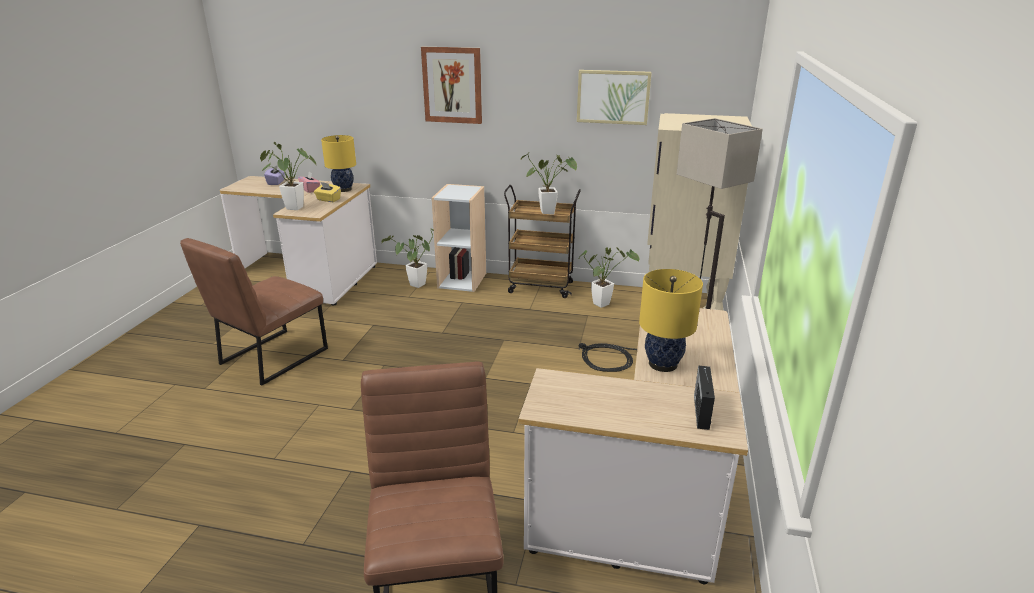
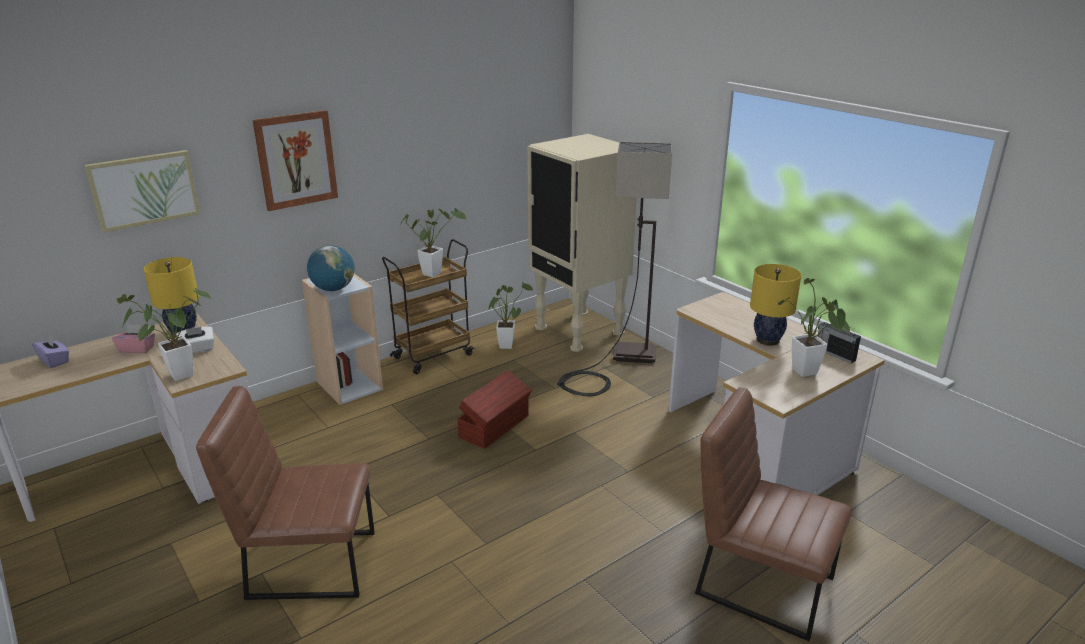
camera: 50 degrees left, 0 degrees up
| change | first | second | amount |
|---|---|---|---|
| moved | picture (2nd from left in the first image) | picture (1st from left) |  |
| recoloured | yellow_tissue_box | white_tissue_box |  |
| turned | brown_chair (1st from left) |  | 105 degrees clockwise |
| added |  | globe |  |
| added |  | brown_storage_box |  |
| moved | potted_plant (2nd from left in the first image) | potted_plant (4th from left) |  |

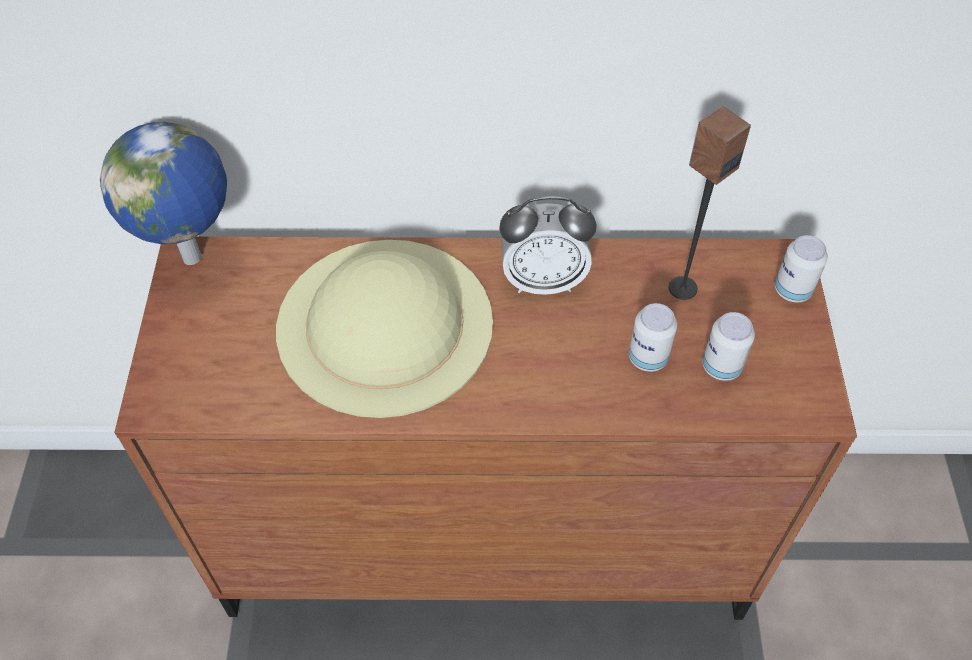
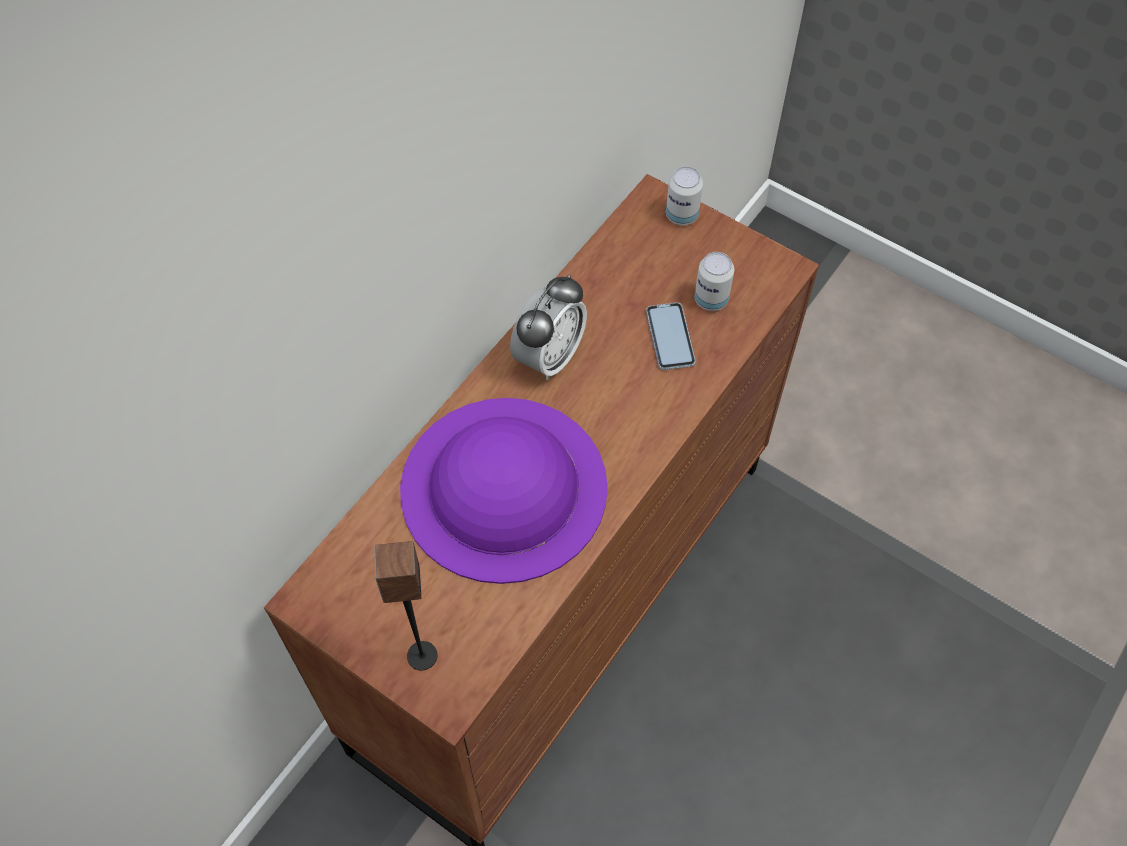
camera: 55 degrees left, 5 degrees up
| change | first | second | amount |
|---|---|---|---|
| moved | speaker |  |  |
| recoloured | beige_hat | purple_hat |  |
| replaced | can (1st from left) | phone |  |
| removed | globe |  |  |

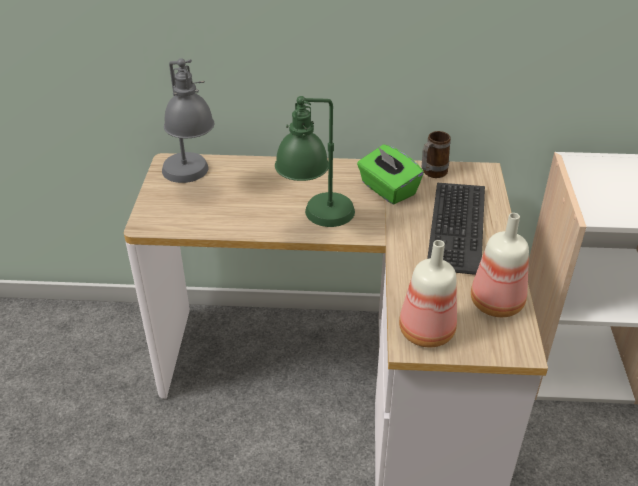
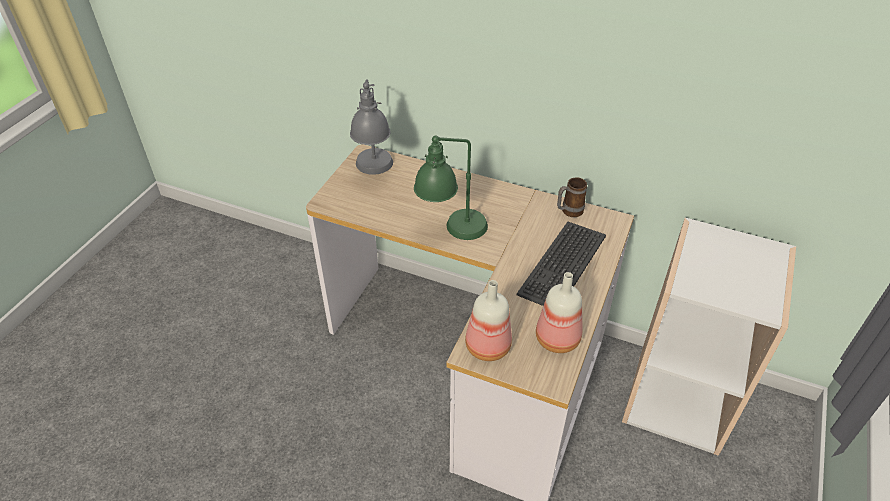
camera: 20 degrees right, 5 degrees up
| change | first | second | amount |
|---|---|---|---|
| removed | green_tissue_box |  |  |

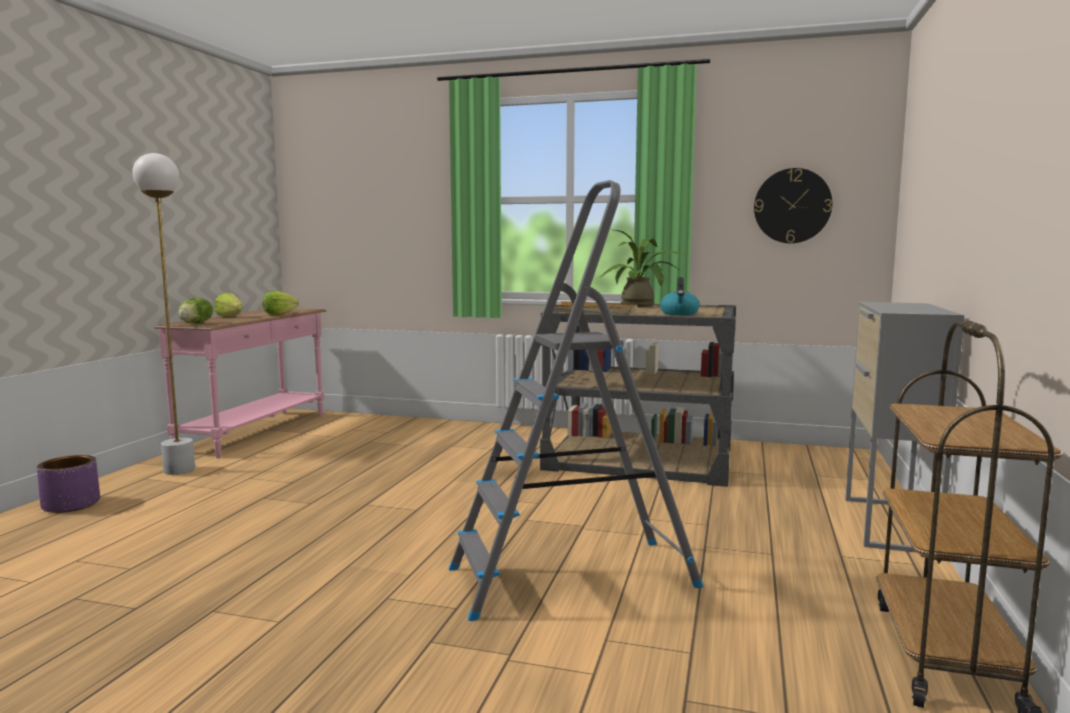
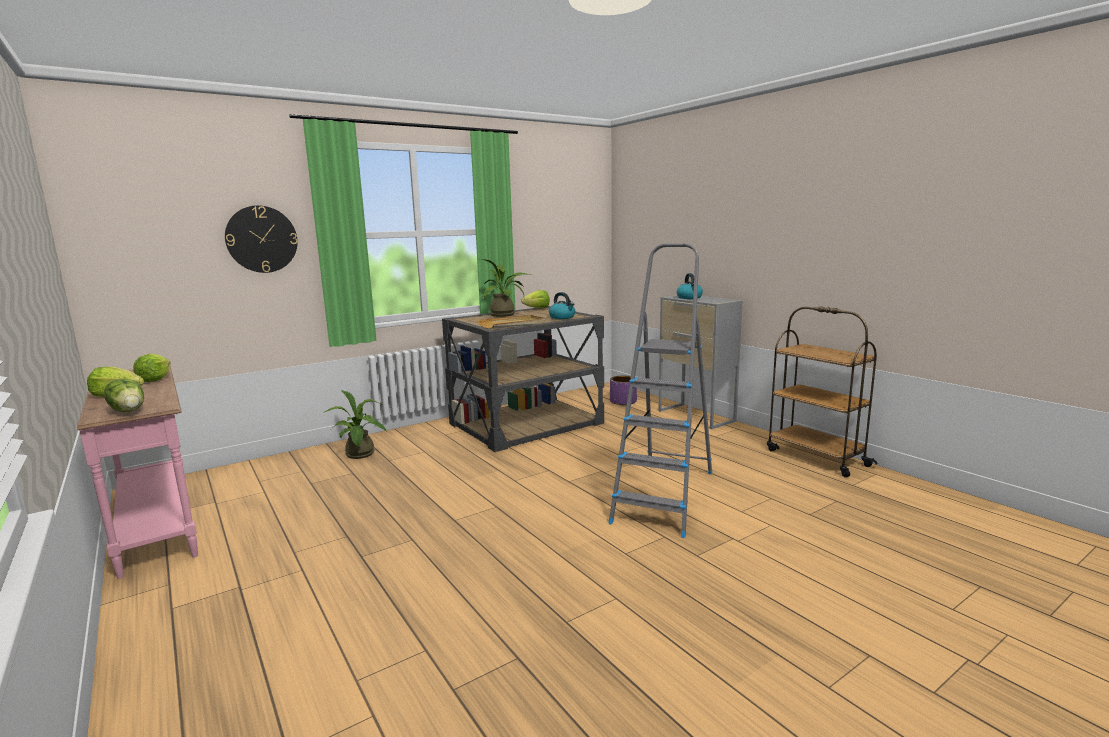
camera: 50 degrees left, 5 degrees up
| change | first | second | amount |
|---|---|---|---|
| moved | wall_clock |  |  |
| added |  | potted_plant (1st from left) |  |
| added |  | lettuce (4th from left) |  |
| moved | purple_planter |  |  |
| added |  | kettle (2nd from left) |  |
| removed | white_floor_lamp |  |  |

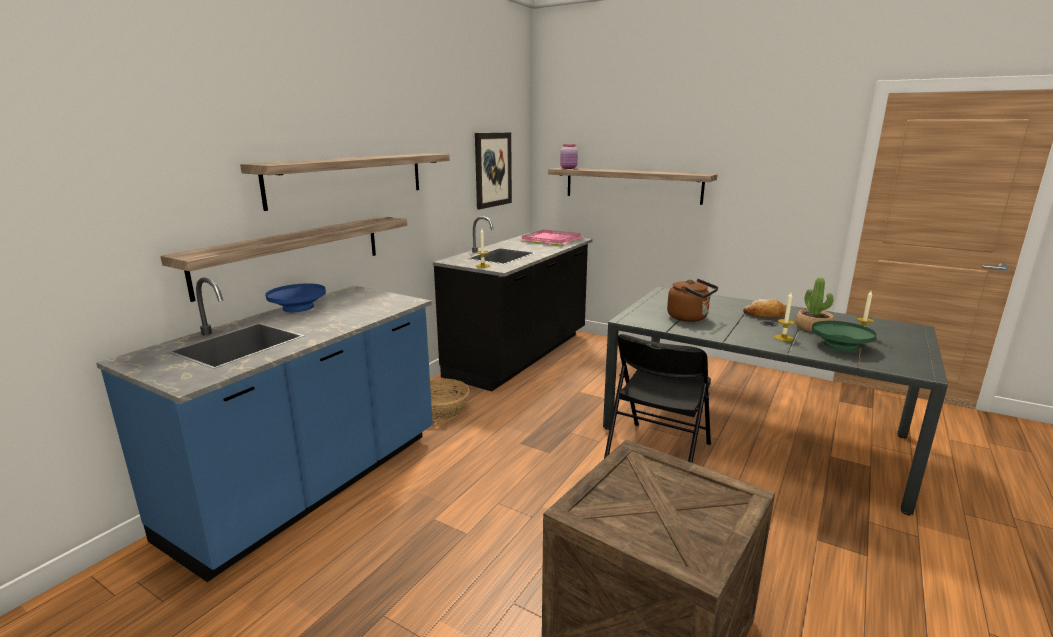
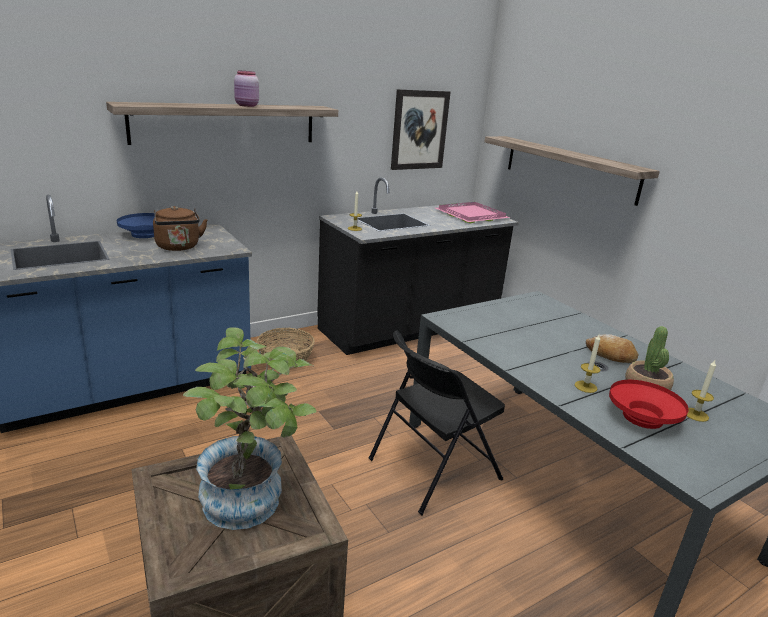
camera: 25 degrees right, 5 degrees up
| change | first | second | amount |
|---|---|---|---|
| moved | brown_kettle |  |  |
| added |  | potted_plant (1st from left) |  |
| moved | pink_jar |  |  |
| recoloured | green_bowl | red_bowl |  |
| removed | shelf (1st from left) |  |  |

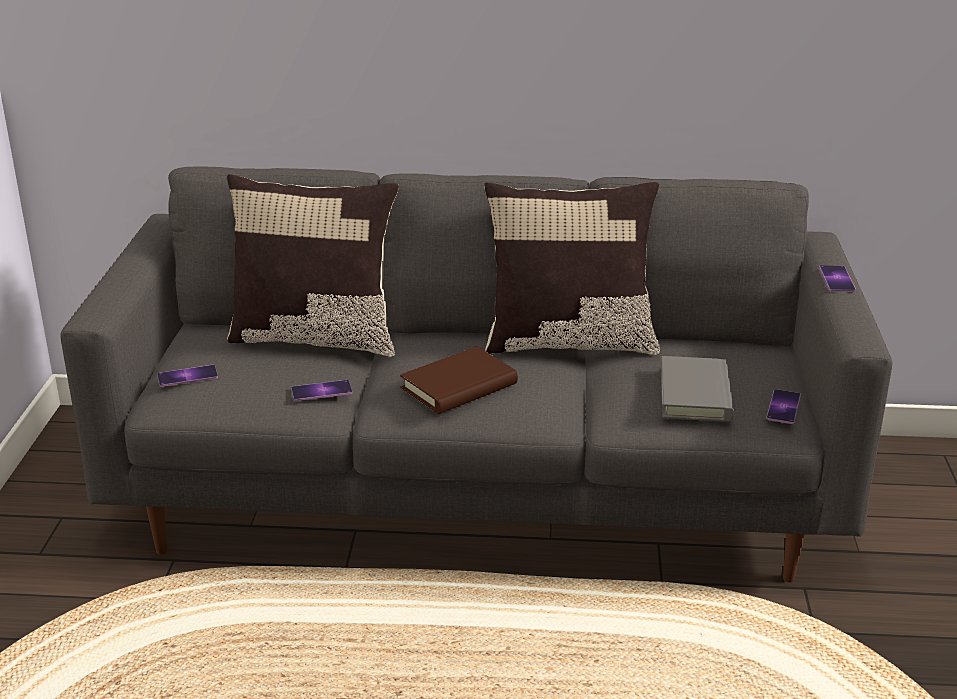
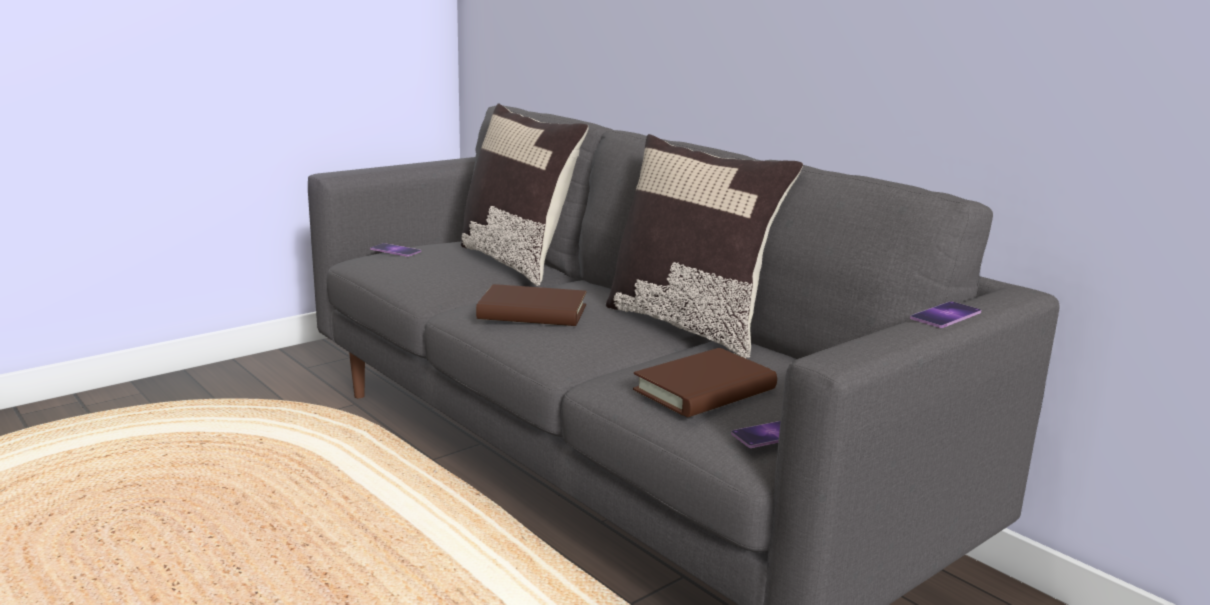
camera: 45 degrees right, 10 degrees down
| change | first | second | amount |
|---|---|---|---|
| recoloured | grey_book | brown_book (2nd from left) |  |
| removed | phone (2nd from left) |  |  |

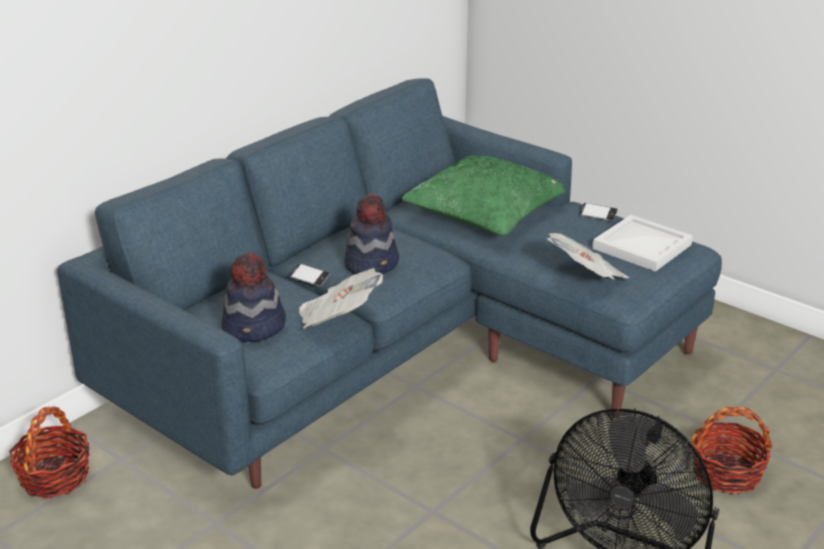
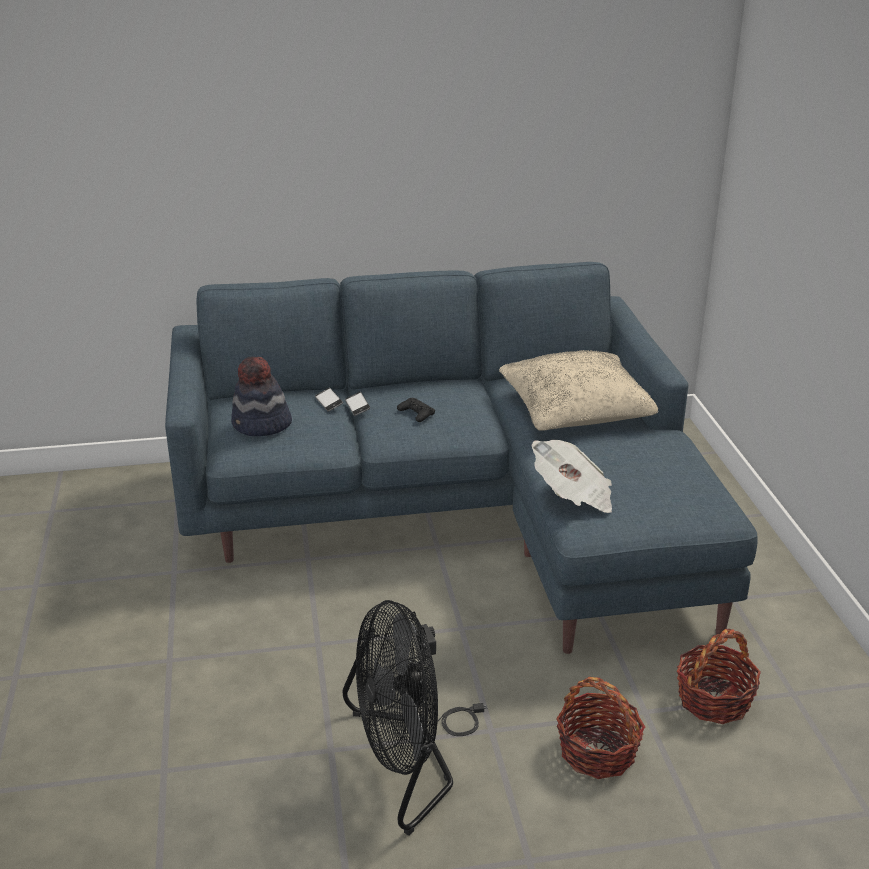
camera: 40 degrees right, 0 degrees up
| change | first | second | amount |
|---|---|---|---|
| moved | phone (2nd from left in the first image) | phone (1st from left) |  |
| replaced | hat (2nd from left) | black_game_controller |  |
| recoloured | green_pillow | beige_pillow |  |
| moved | basket (1st from left in the first image) | basket (2nd from left) |  |
| removed | newspaper (1st from left) |  |  |
| removed | white_tray |  |  |

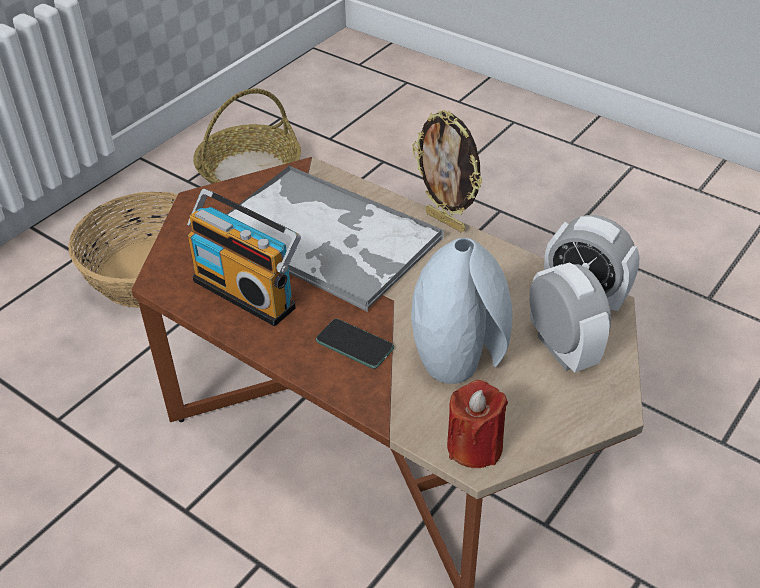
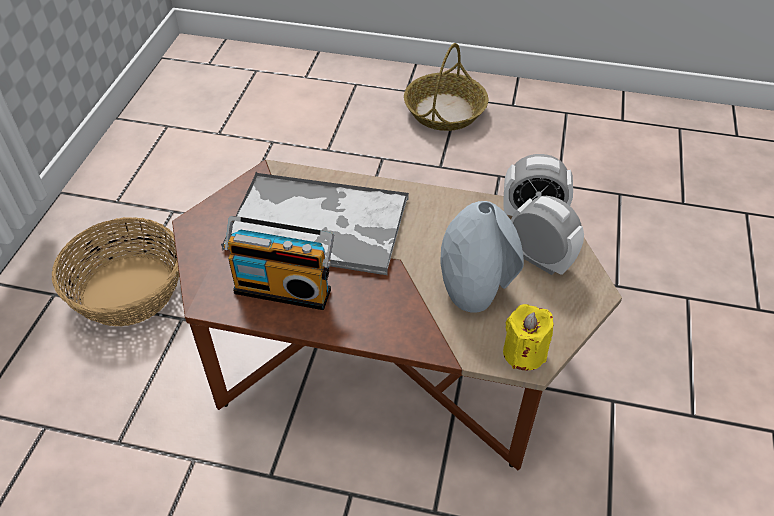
camera: 25 degrees left, 5 degrees up
| change | first | second | amount |
|---|---|---|---|
| moved | basket (2nd from left) |  |  |
| recoloured | red_candle | yellow_candle |  |
| removed | phone |  |  |
| removed | picture_frame |  |  |

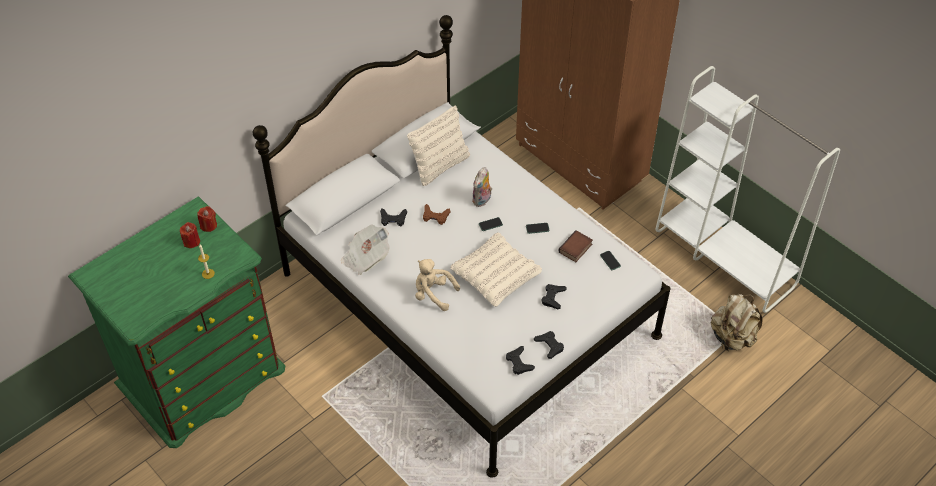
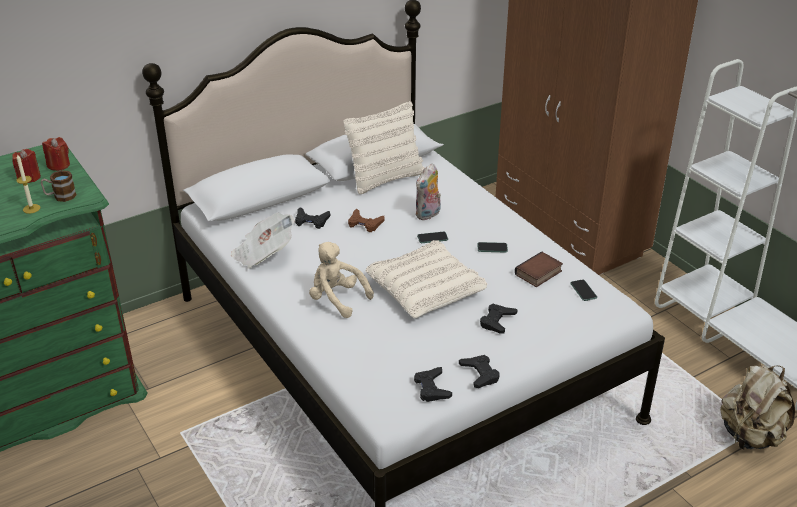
camera: 10 degrees right, 15 degrees down
| change | first | second | amount |
|---|---|---|---|
| added |  | mug |  |

